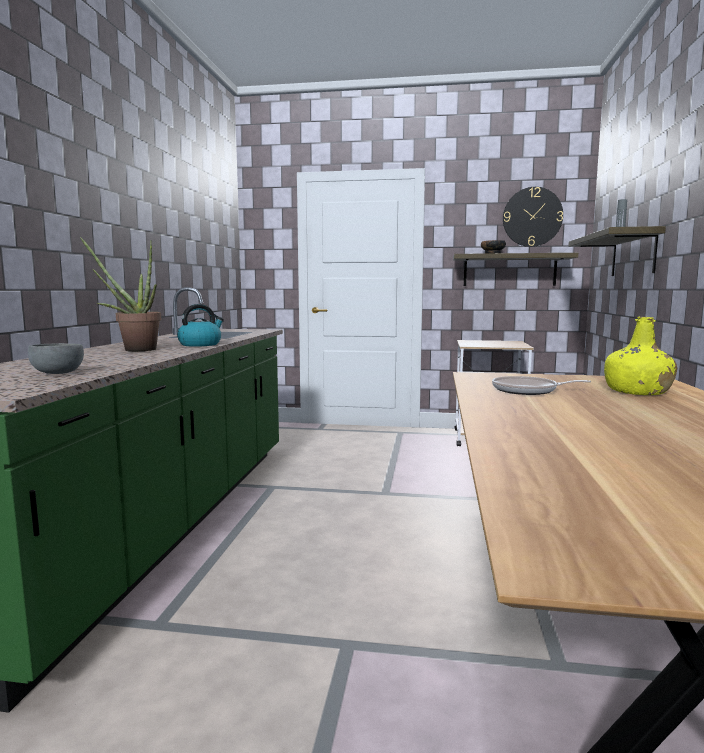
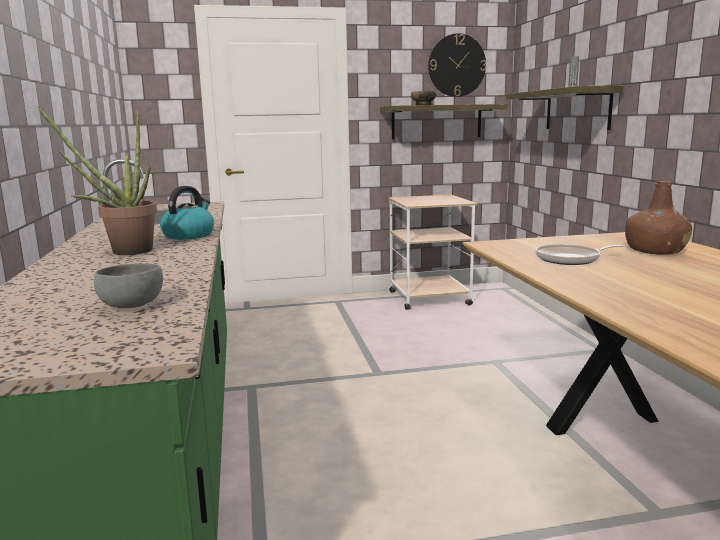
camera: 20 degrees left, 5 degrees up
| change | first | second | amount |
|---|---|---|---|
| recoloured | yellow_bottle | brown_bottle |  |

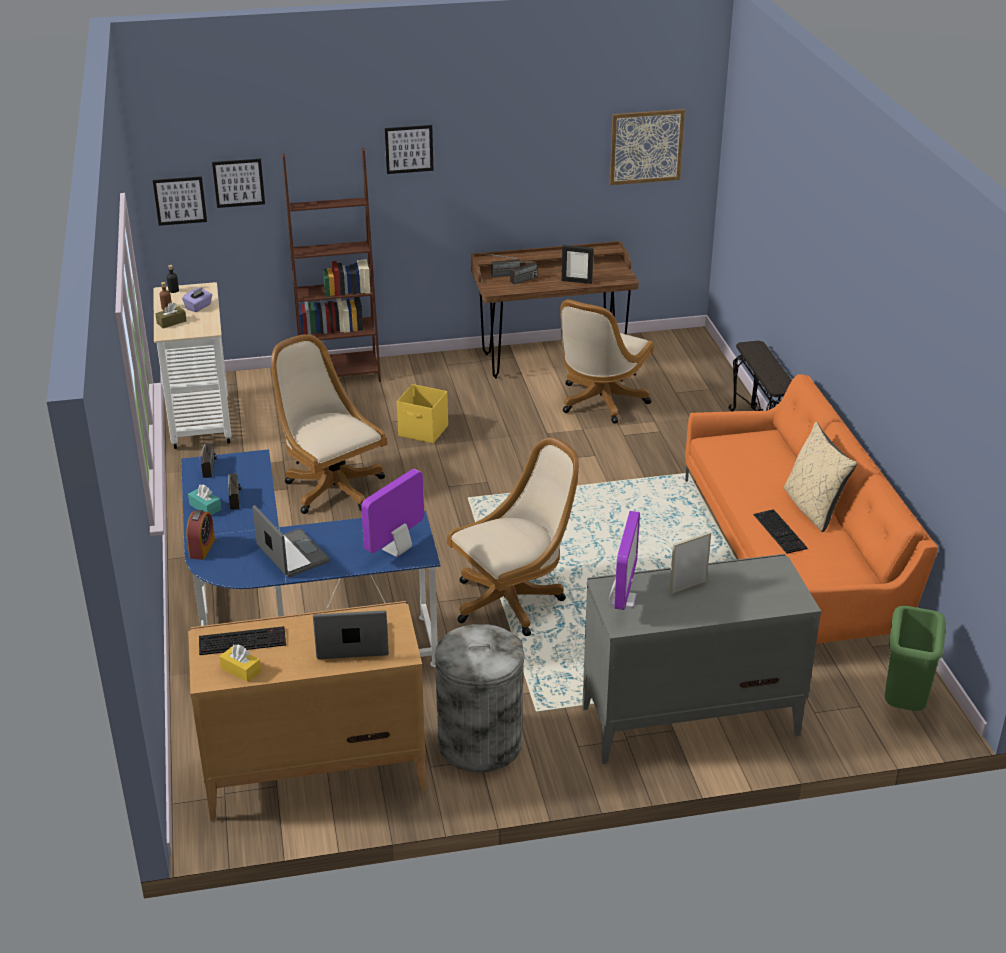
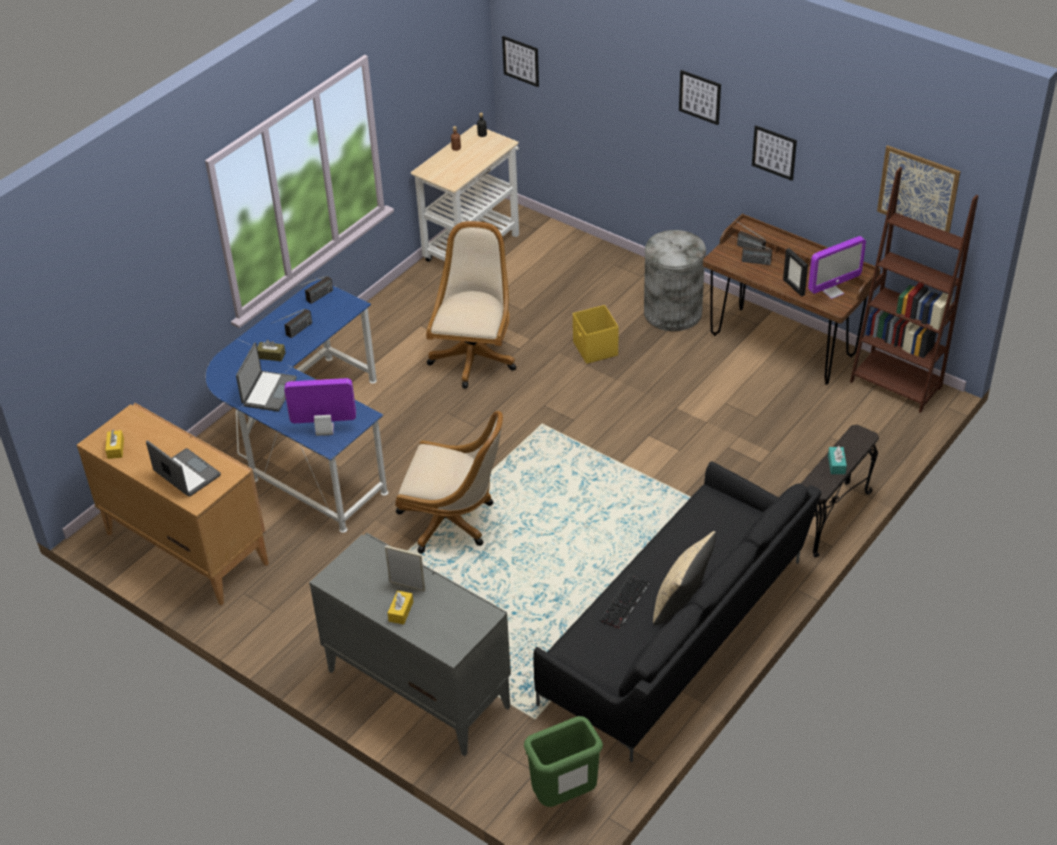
camera: 50 degrees right, 10 degrees up
| change | first | second | amount |
|---|---|---|---|
| moved | brown_tissue_box |  |  |
| added |  | yellow_tissue_box (2nd from left) |  |
| recoloured | orange_sofa | black_sofa |  |
| moved | grey_trash_can |  |  |
| moved | picture (2nd from left in the first image) | picture (3rd from left) |  |
| moved | monitor (2nd from left) |  |  |
| moved | turquoise_tissue_box |  |  |
| moved | brown_bookcase |  |  |
| removed | purple_tissue_box |  |  |
| removed | alarm_clock |  |  |
| removed | keyboard (1st from left) |  |  |
| removed | office_chair (3rd from left) |  |  |

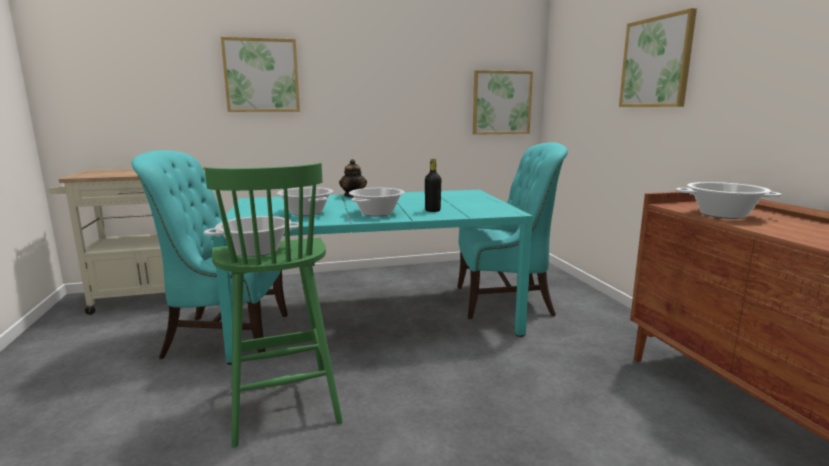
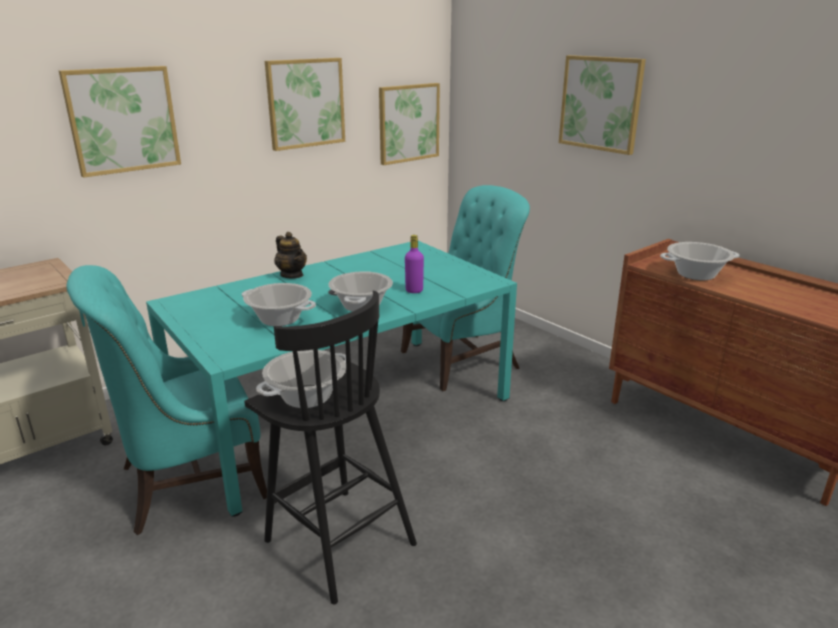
camera: 25 degrees left, 10 degrees up
| change | first | second | amount |
|---|---|---|---|
| recoloured | green_stool | black_stool |  |
| added |  | picture (2nd from left) |  |
| recoloured | black_bottle | purple_bottle |  |

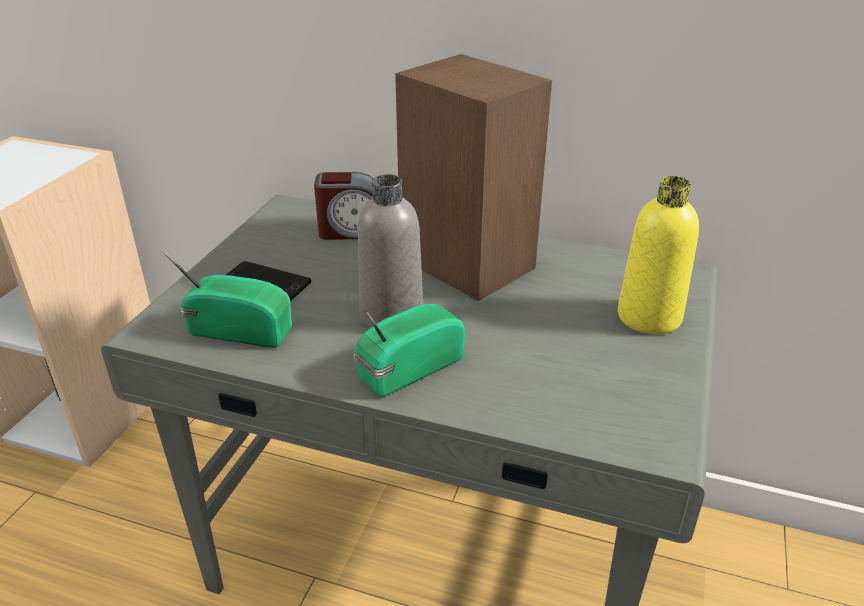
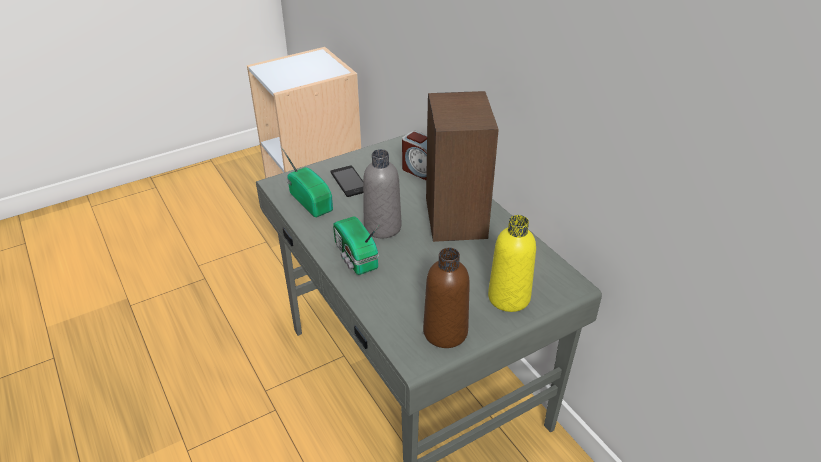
camera: 40 degrees right, 5 degrees up
| change | first | second | amount |
|---|---|---|---|
| turned | radio (2nd from left) |  | 120 degrees counterclockwise |
| added |  | brown_bottle |  |

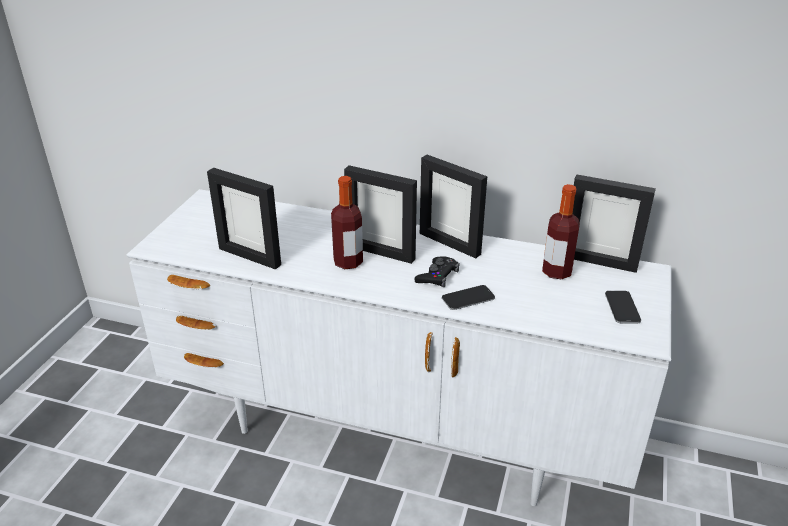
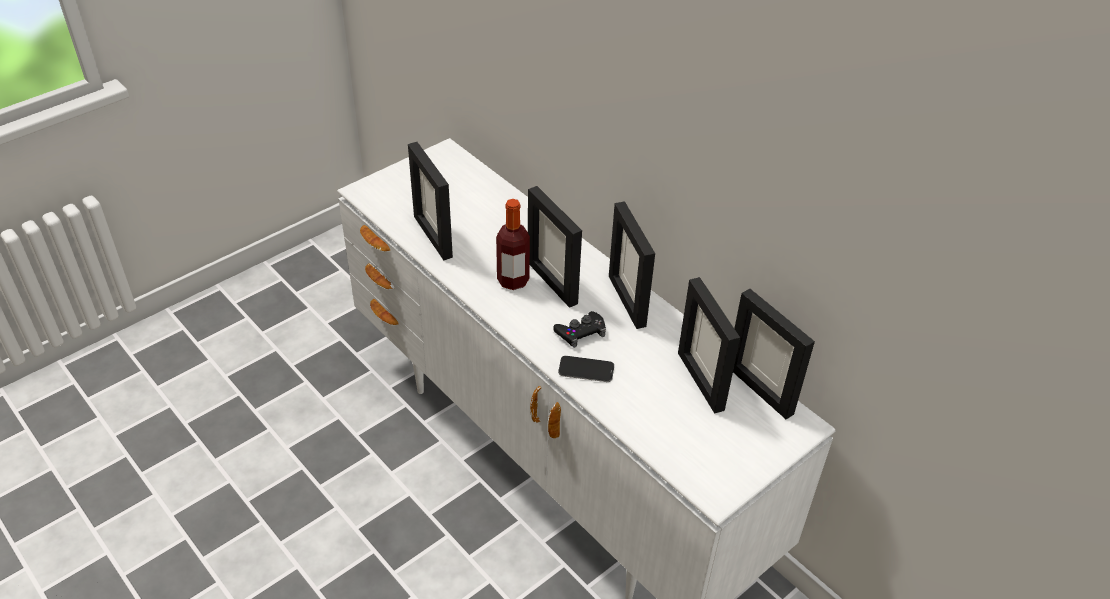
camera: 30 degrees right, 10 degrees up
| change | first | second | amount |
|---|---|---|---|
| replaced | bottle (2nd from left) | picture_frame (4th from left) |  |
| removed | phone (2nd from left) |  |  |

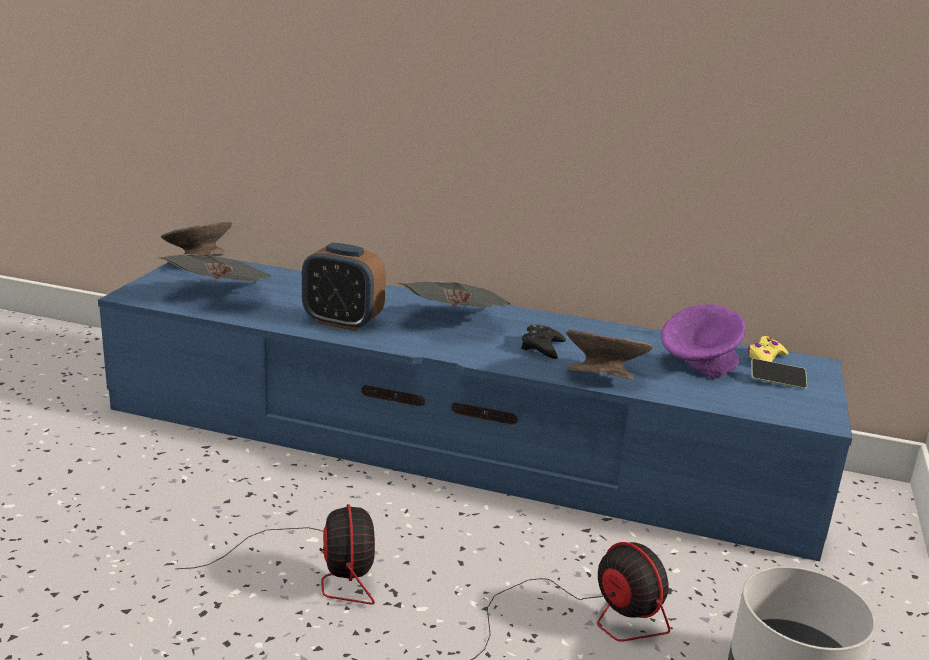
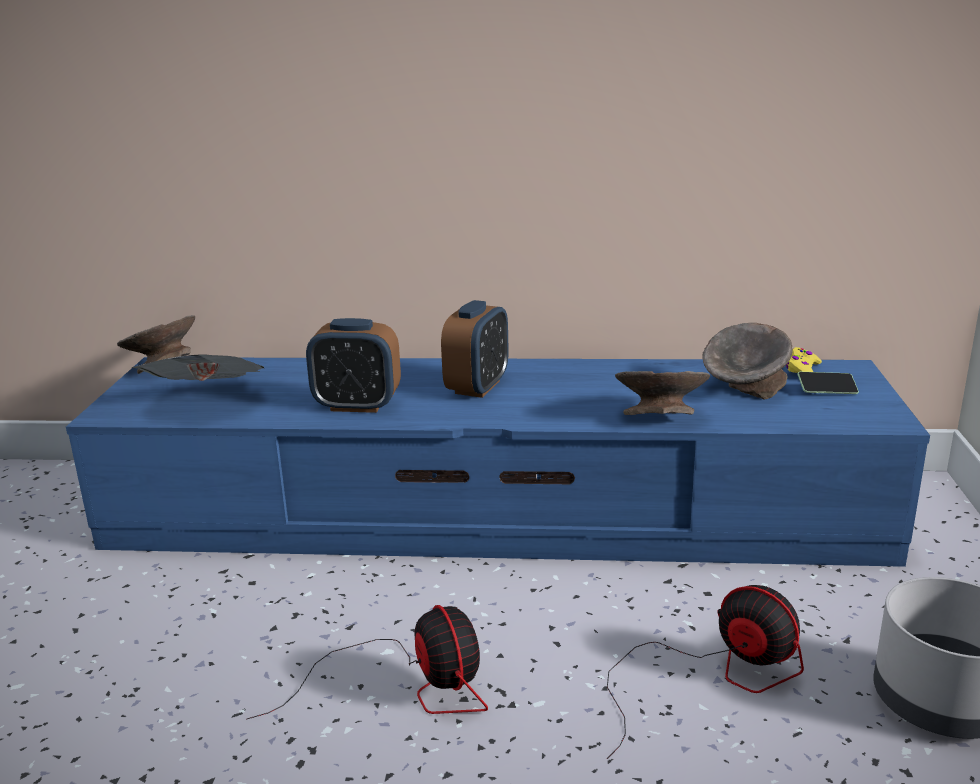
camera: 10 degrees left, 0 degrees up
| change | first | second | amount |
|---|---|---|---|
| replaced | newspaper (2nd from left) | alarm_clock (2nd from left) |  |
| recoloured | purple_bowl | grey_bowl (3rd from left) |  |
| removed | black_game_controller |  |  |

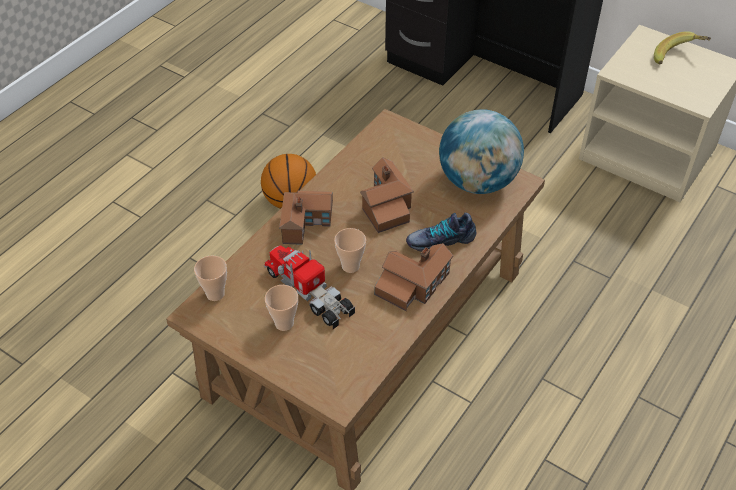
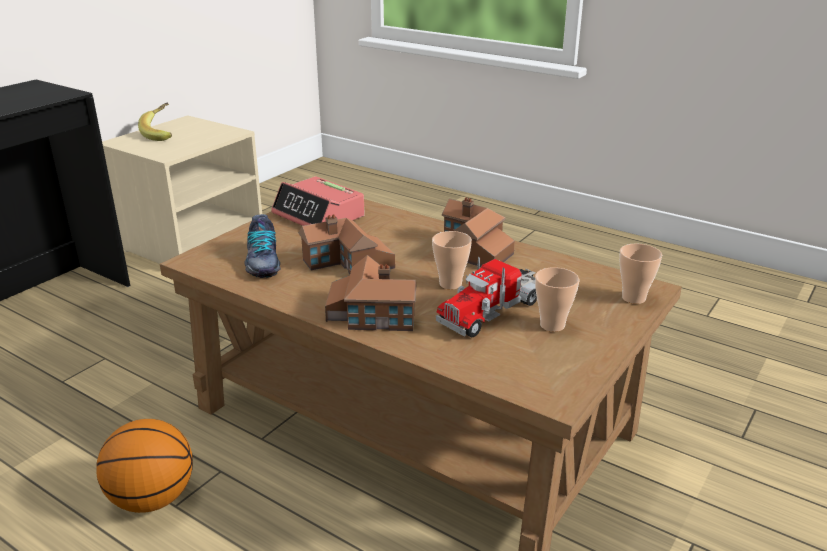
camera: 90 degrees left, 20 degrees down
| change | first | second | amount |
|---|---|---|---|
| moved | shoe |  |  |
| replaced | globe | alarm_clock |  |
| moved | cup (1st from left in the first image) | cup (3rd from left) |  |

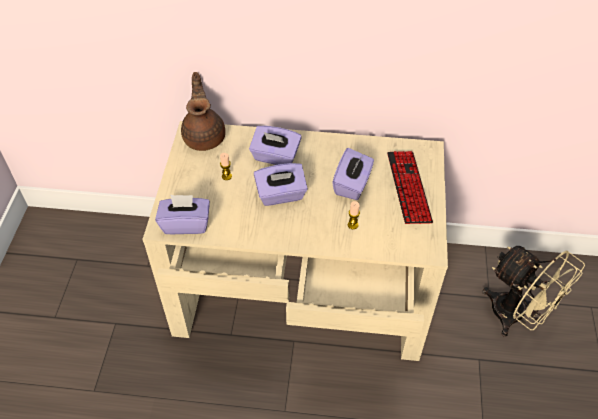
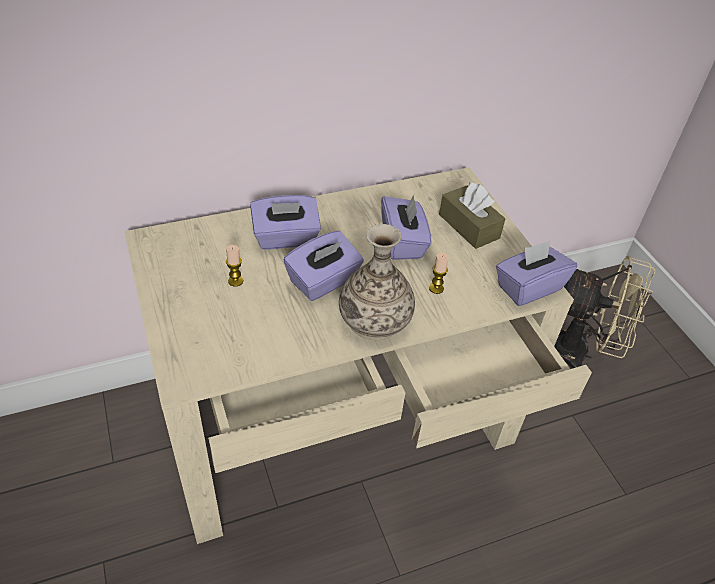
camera: 30 degrees left, 5 degrees down
| change | first | second | amount |
|---|---|---|---|
| added |  | vase |  |
| replaced | keyboard | brown_tissue_box |  |
| moved | purple_tissue_box (1st from left in the first image) | purple_tissue_box (4th from left) |  |
| removed | brown_teapot |  |  |

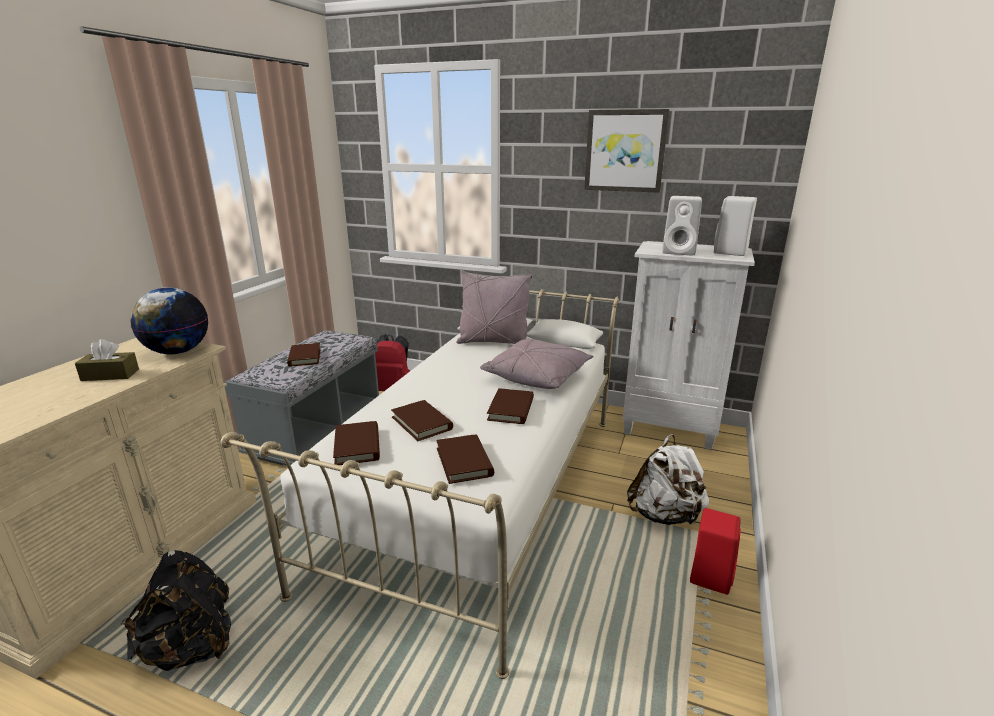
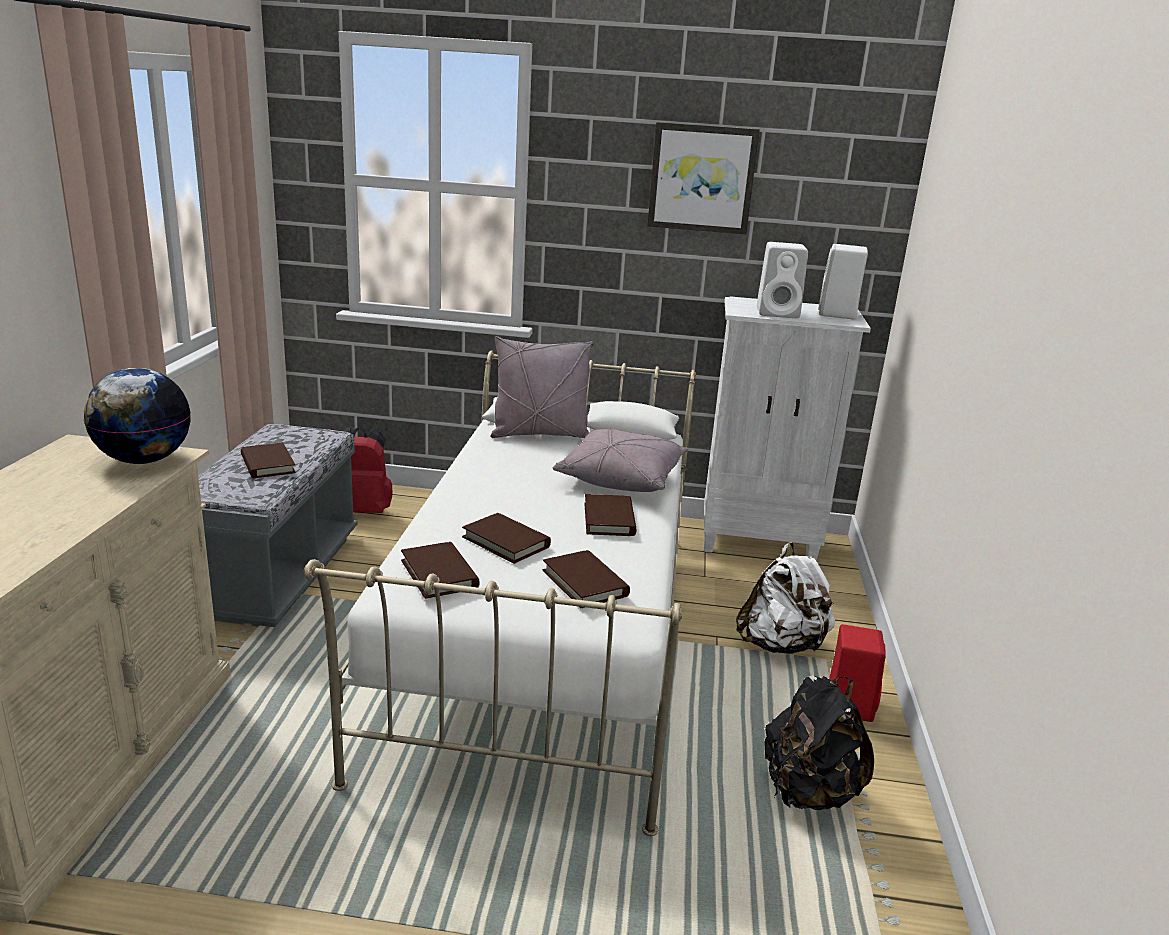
camera: 15 degrees left, 0 degrees up
| change | first | second | amount |
|---|---|---|---|
| moved | black_backpack |  |  |
| removed | brown_tissue_box |  |  |

